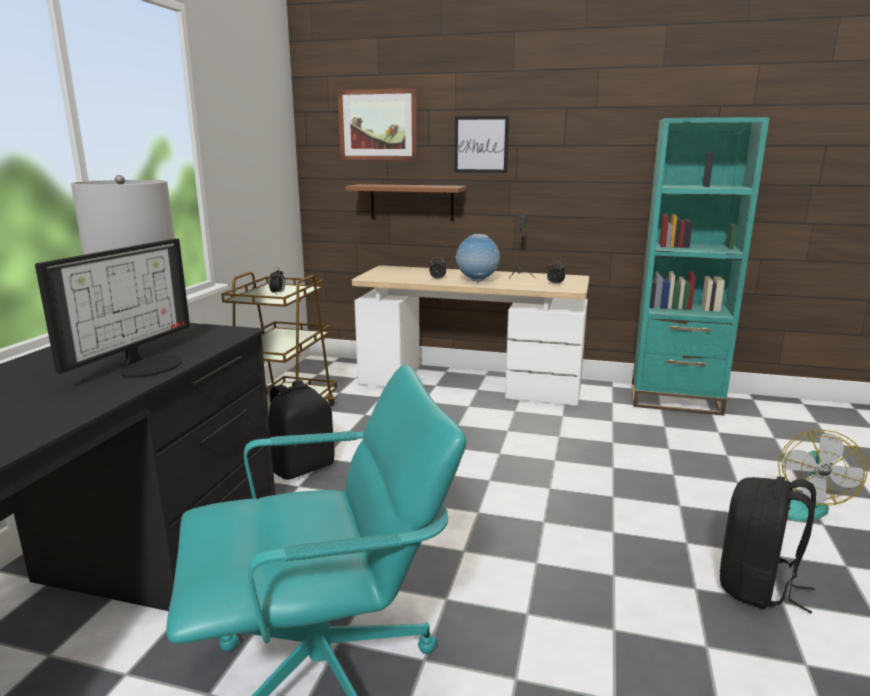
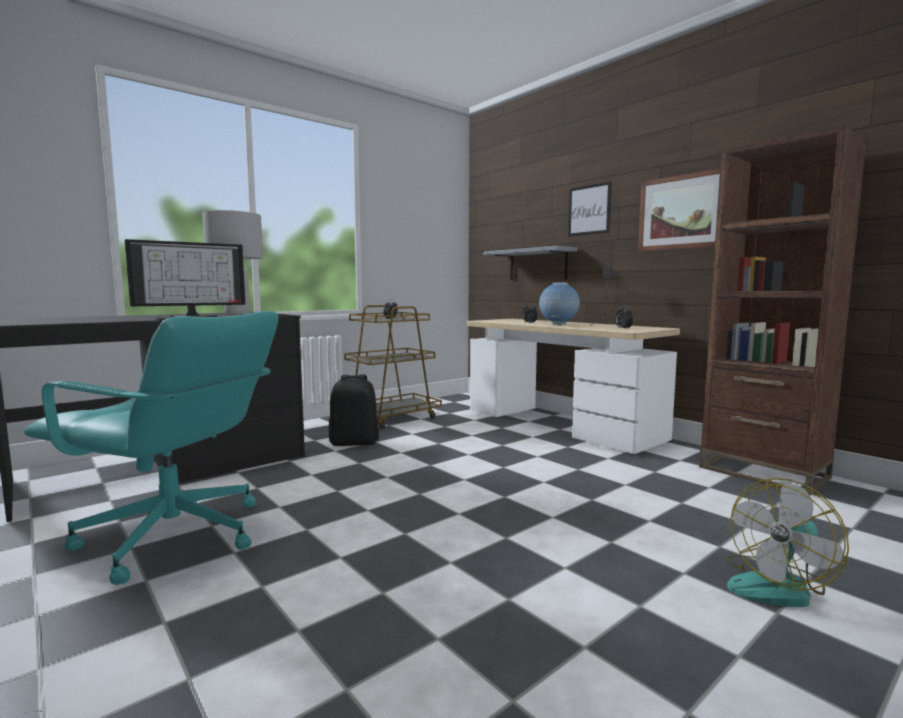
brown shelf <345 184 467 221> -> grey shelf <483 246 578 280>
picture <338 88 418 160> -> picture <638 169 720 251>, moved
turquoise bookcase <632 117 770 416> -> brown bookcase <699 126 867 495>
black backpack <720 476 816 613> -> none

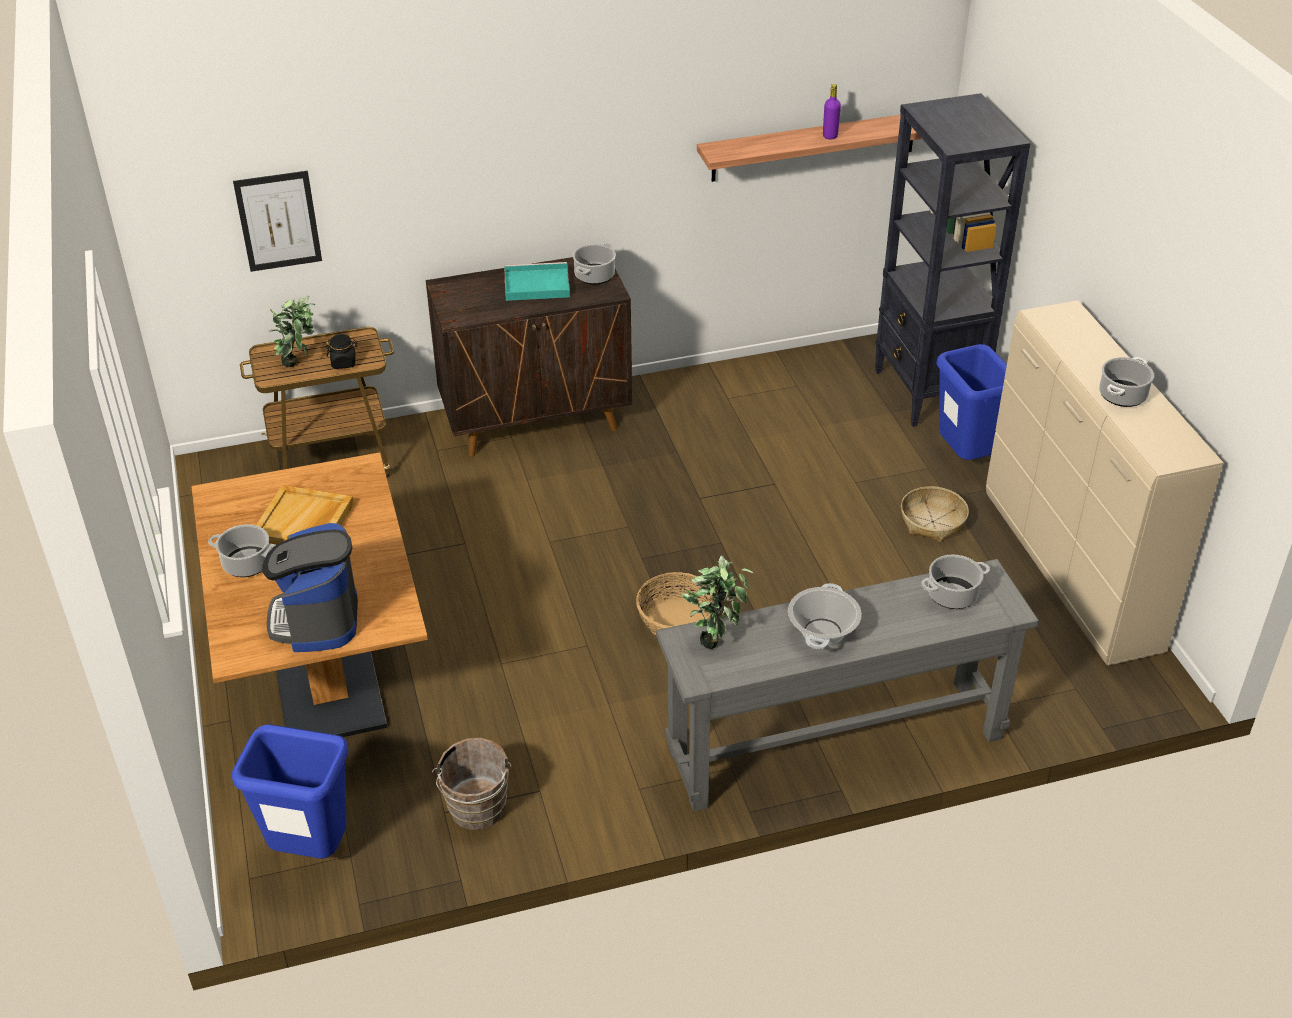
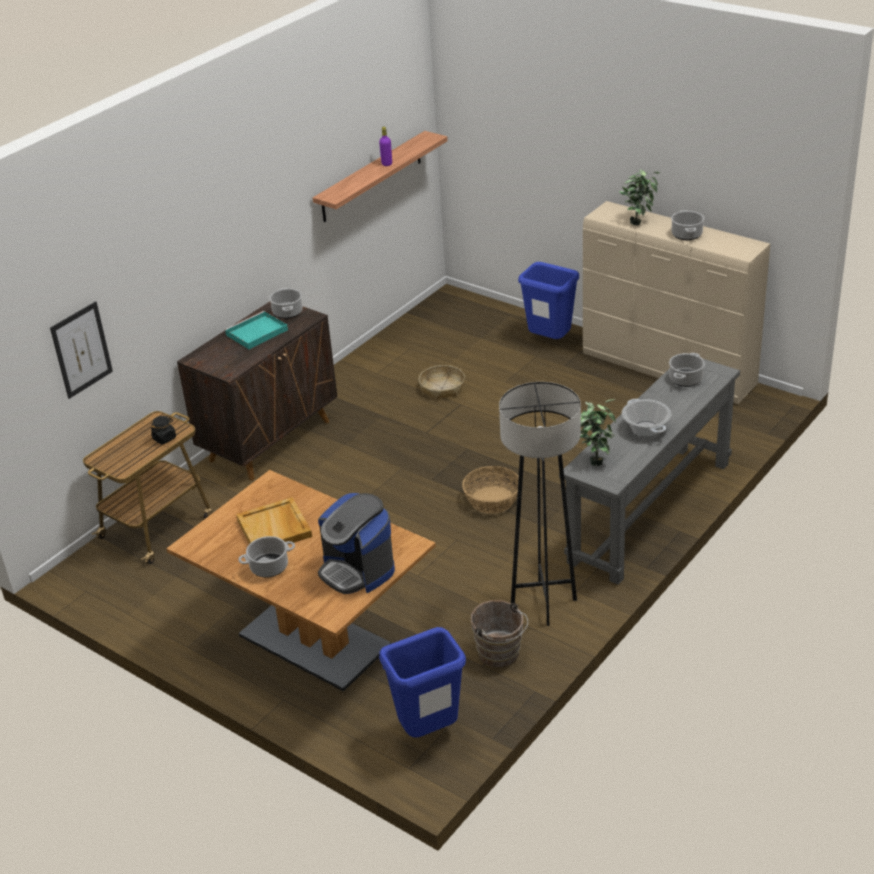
basket <901 486 969 542> -> basket <419 365 465 400>, moved
none -> grey floor lamp <499 382 581 626>
potted plant <269 296 315 367> -> potted plant <619 169 661 225>, moved
black bookcase <875 93 1031 427> -> none

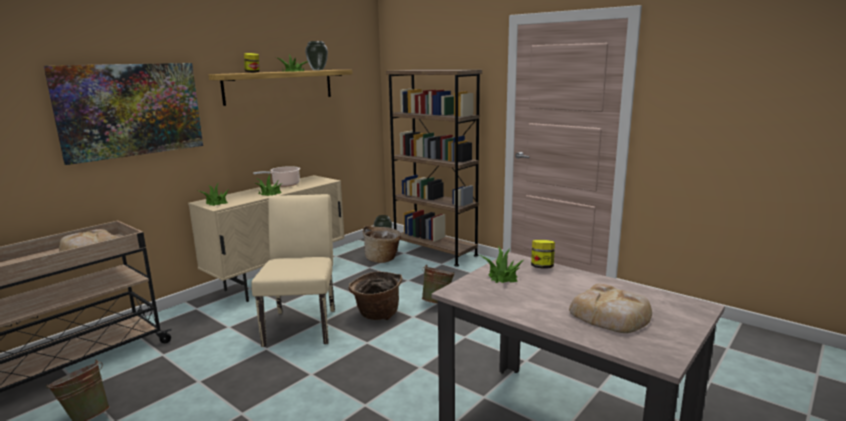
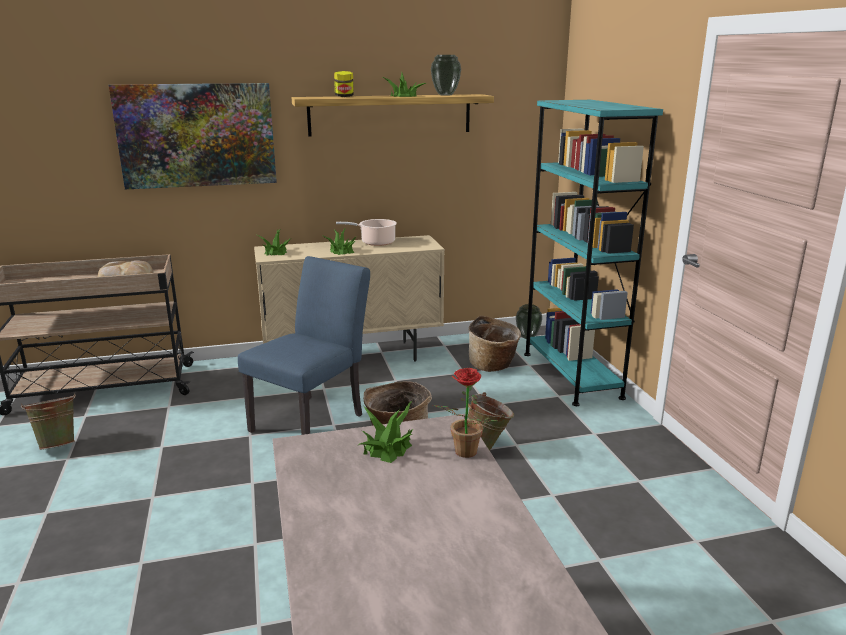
beige chair <251 194 335 347> -> blue chair <238 256 370 435>
jar <531 240 555 268> -> potted plant <433 368 497 458>
brown bookcase <386 70 482 267> -> turquoise bookcase <524 100 663 406>
bread <569 284 652 333> -> none

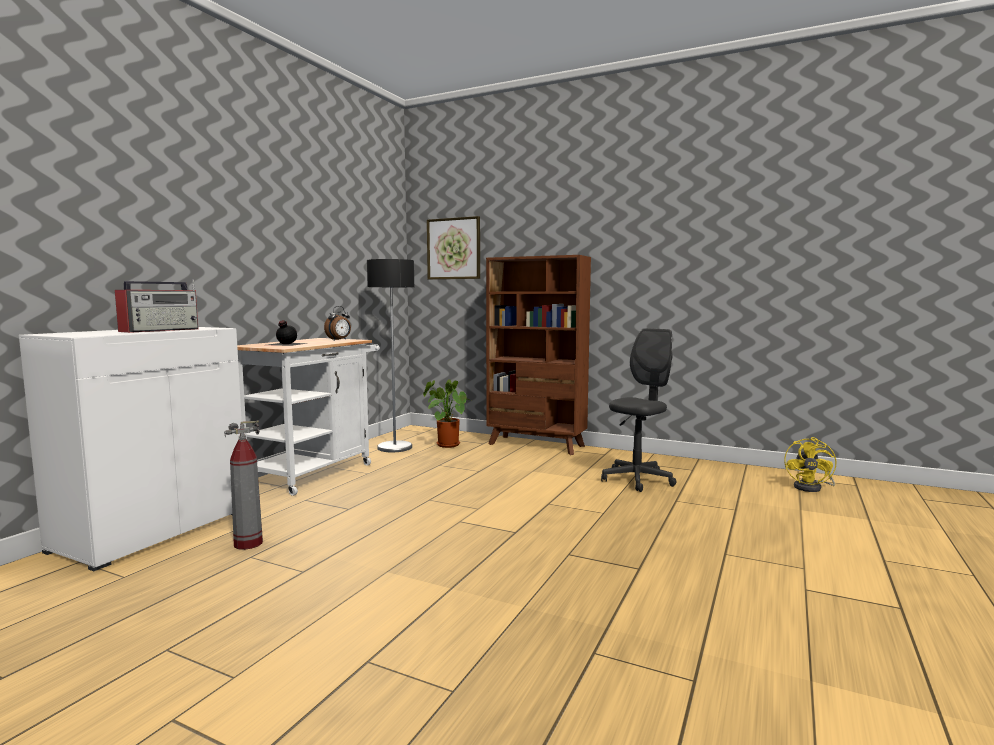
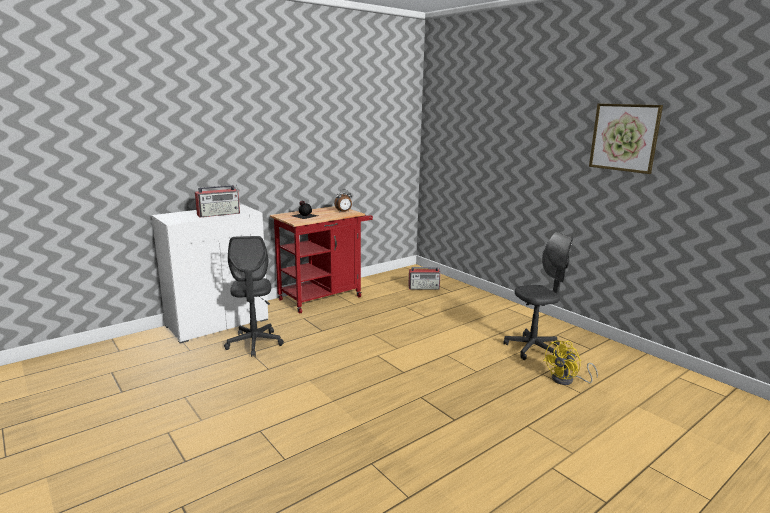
fire extinguisher <224 420 263 550> -> grey office chair <224 236 284 357>
white cart <236 338 380 496> -> red cart <270 206 373 314>
potted plant <423 379 469 448> -> radio <408 267 441 290>
yellow fan <784 437 836 492> -> yellow fan <543 341 598 385>, moved
picture <427 216 480 280> -> picture <589 104 663 174>, moved
floor lamp <367 259 414 452> -> none
brown bookcase <486 255 591 455> -> none

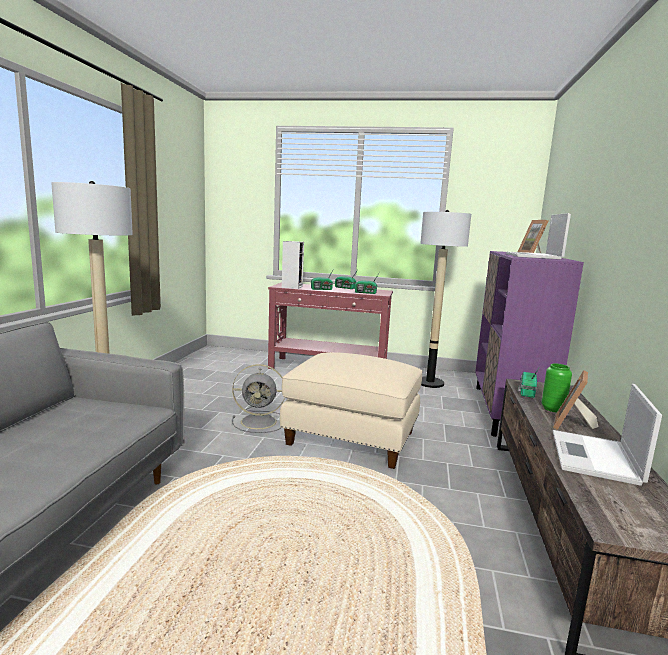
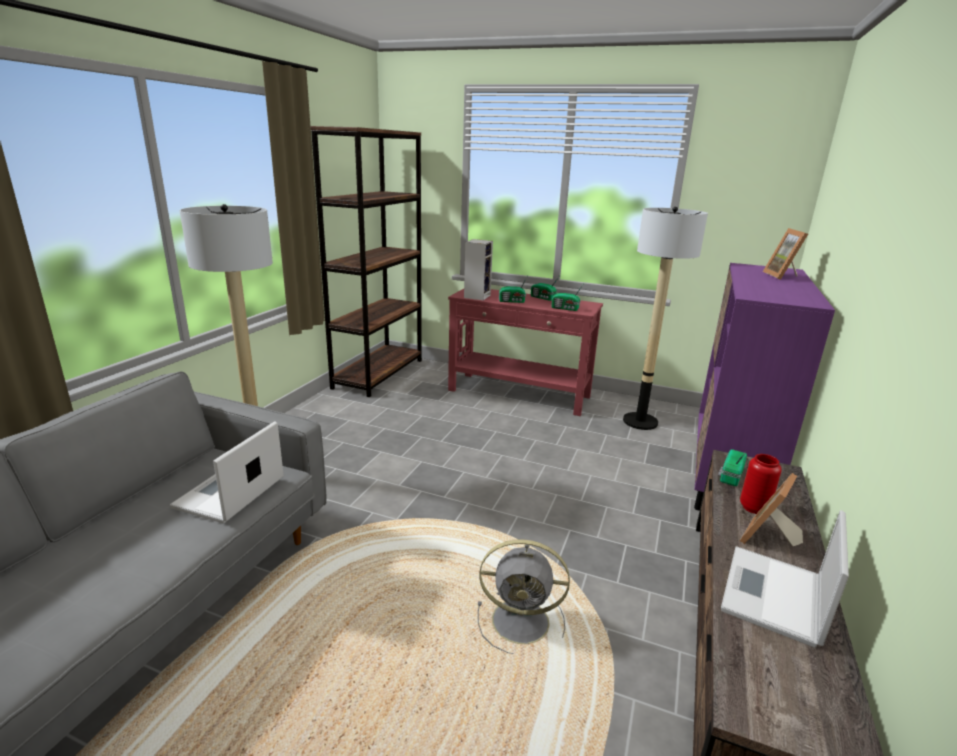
laptop <506 213 571 259> -> laptop <170 421 284 524>, moved
none -> brown bookcase <311 126 422 397>
grey fan <232 364 285 433> -> grey fan <478 539 570 654>, moved
green vase <542 363 572 412> -> red vase <740 454 782 514>
beige ottoman <280 352 423 469> -> none

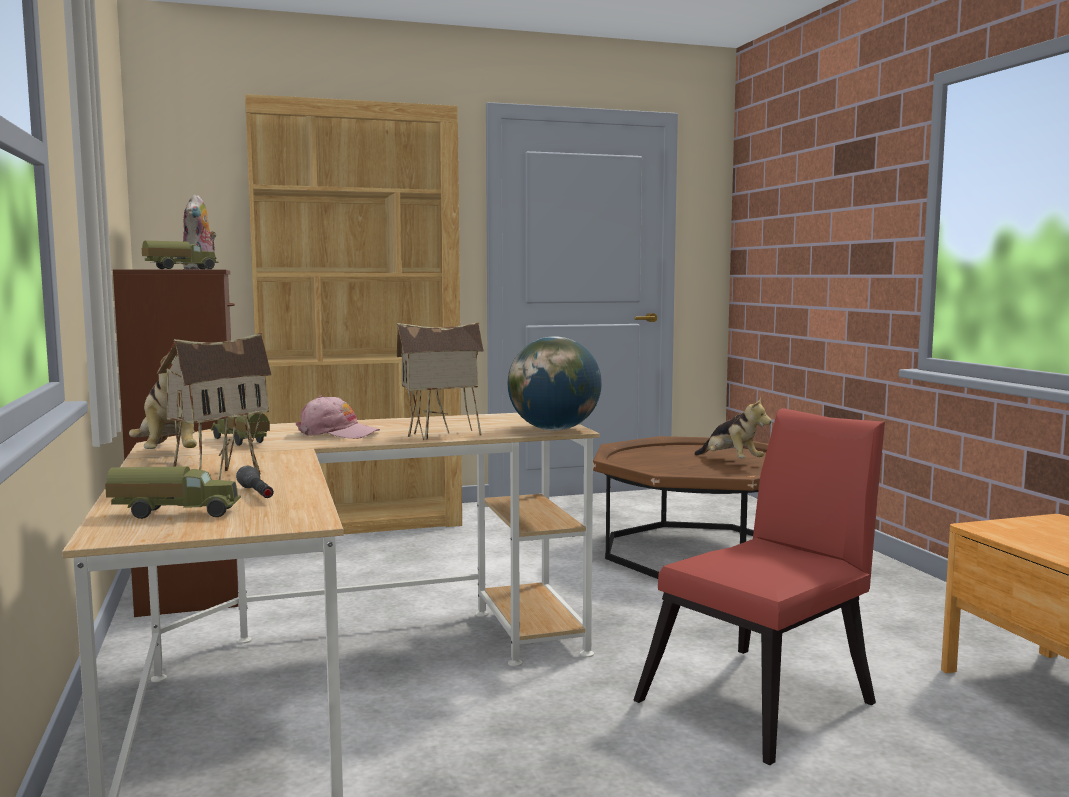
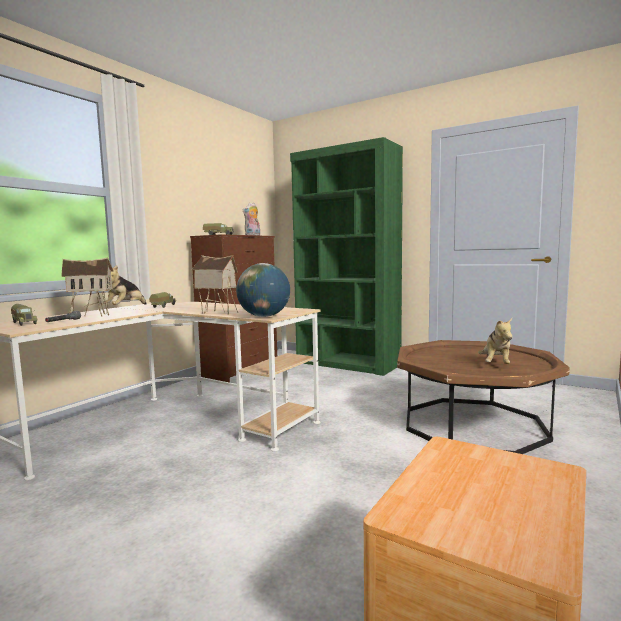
brown bookcase <245 94 462 534> -> green bookcase <290 137 403 376>
pink cap <296 395 380 439> -> none
red chair <633 408 885 765> -> none

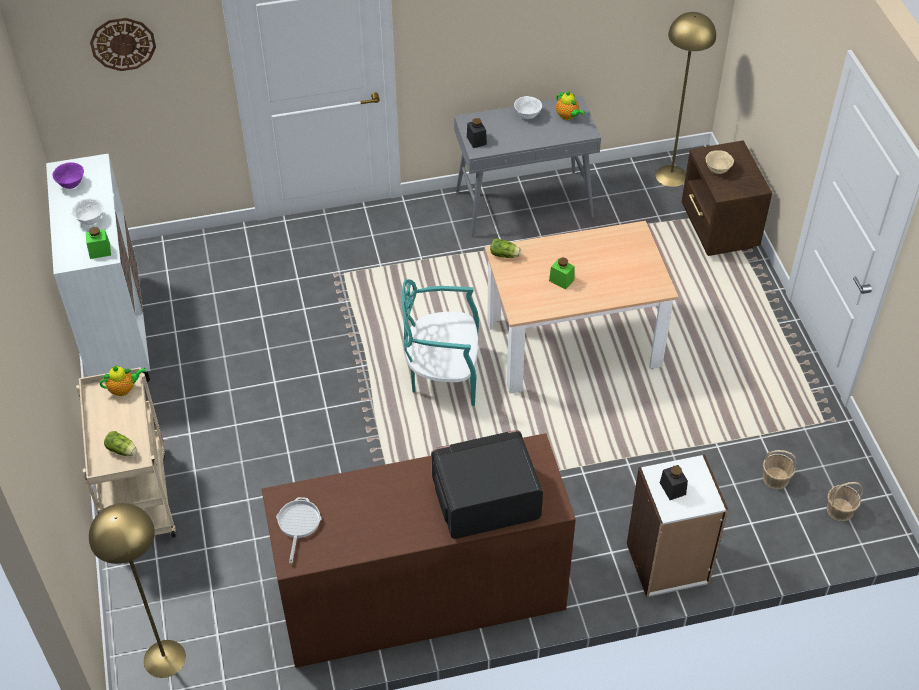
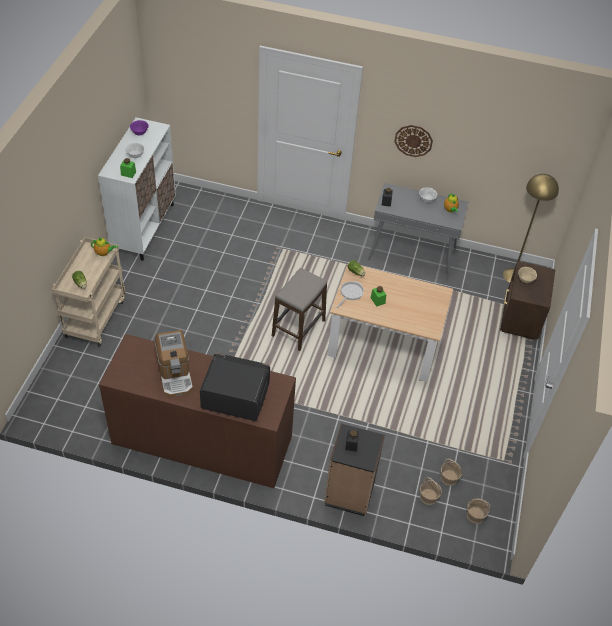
none -> coffee machine <155 330 193 397>
turquoise chair <402 279 479 406> -> stool <272 268 327 351>
white bookcase <627 454 728 598> -> black bookcase <324 423 385 517>
frying pan <276 497 321 563> -> frying pan <337 281 364 308>, moved
wall clock <90 18 156 71> -> wall clock <394 125 433 157>, moved
none -> basket <420 477 442 505>
yellow floor lamp <89 503 186 678> -> none

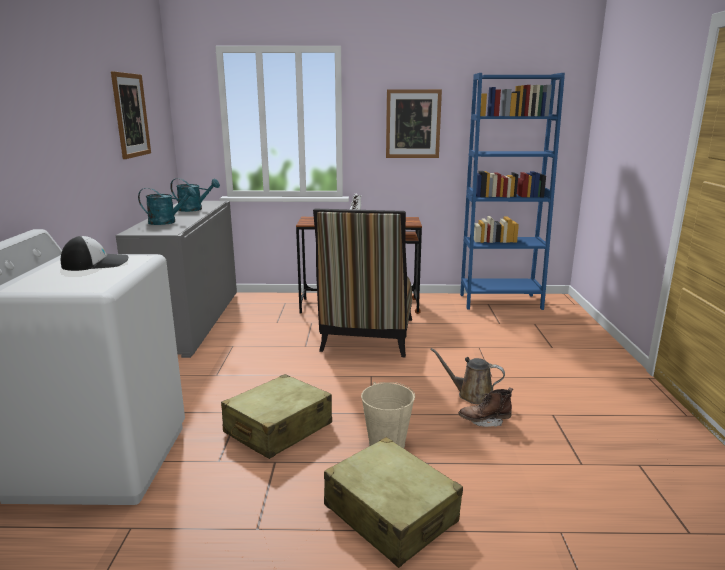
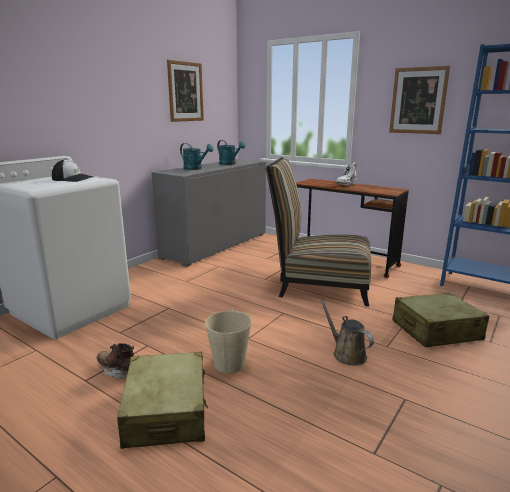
brown boot <458 387 513 427> -> brown boot <96 343 134 379>, moved
chair <313 209 412 357> -> chair <266 157 371 306>, 60 degrees clockwise
beige suitcase <221 374 332 459> -> beige suitcase <392 293 489 348>, moved

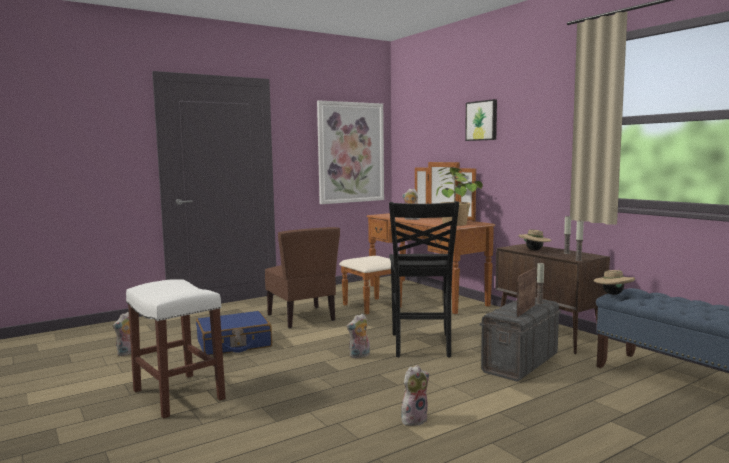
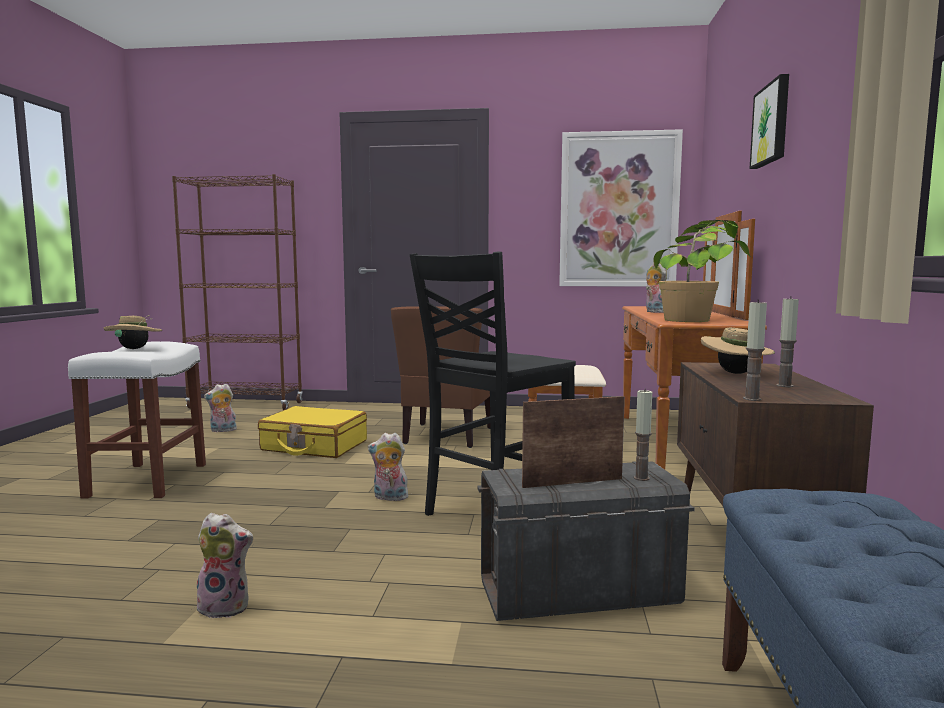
beige hat <594 268 635 295> -> beige hat <104 315 162 349>, moved
none -> brown bookcase <172 174 303 410>
blue suitcase <196 311 272 355> -> yellow suitcase <258 406 367 458>

